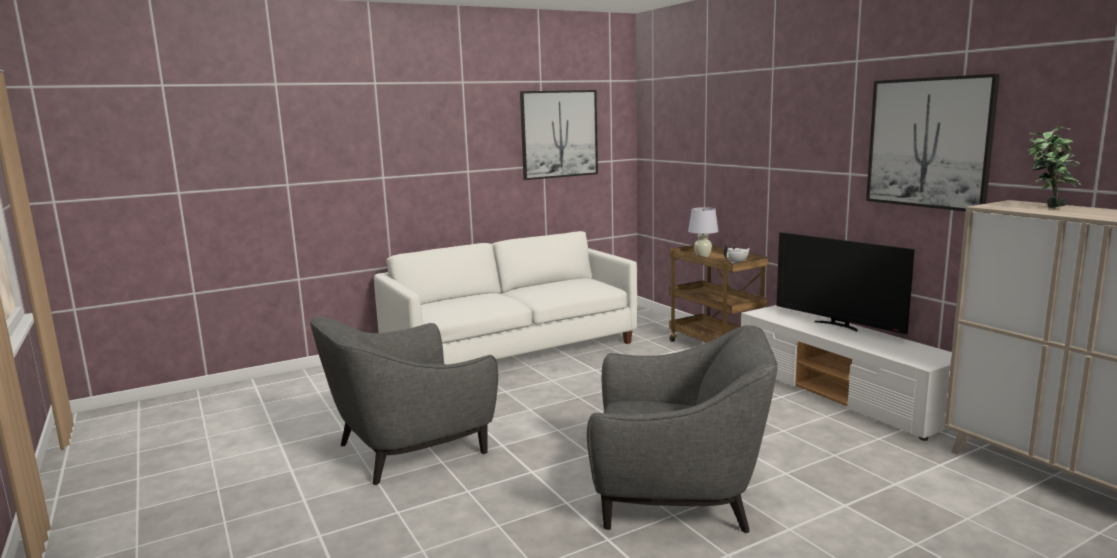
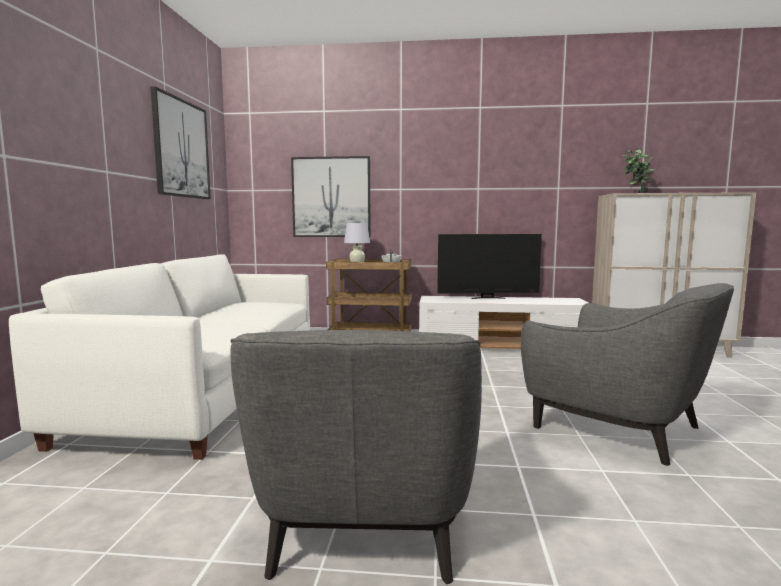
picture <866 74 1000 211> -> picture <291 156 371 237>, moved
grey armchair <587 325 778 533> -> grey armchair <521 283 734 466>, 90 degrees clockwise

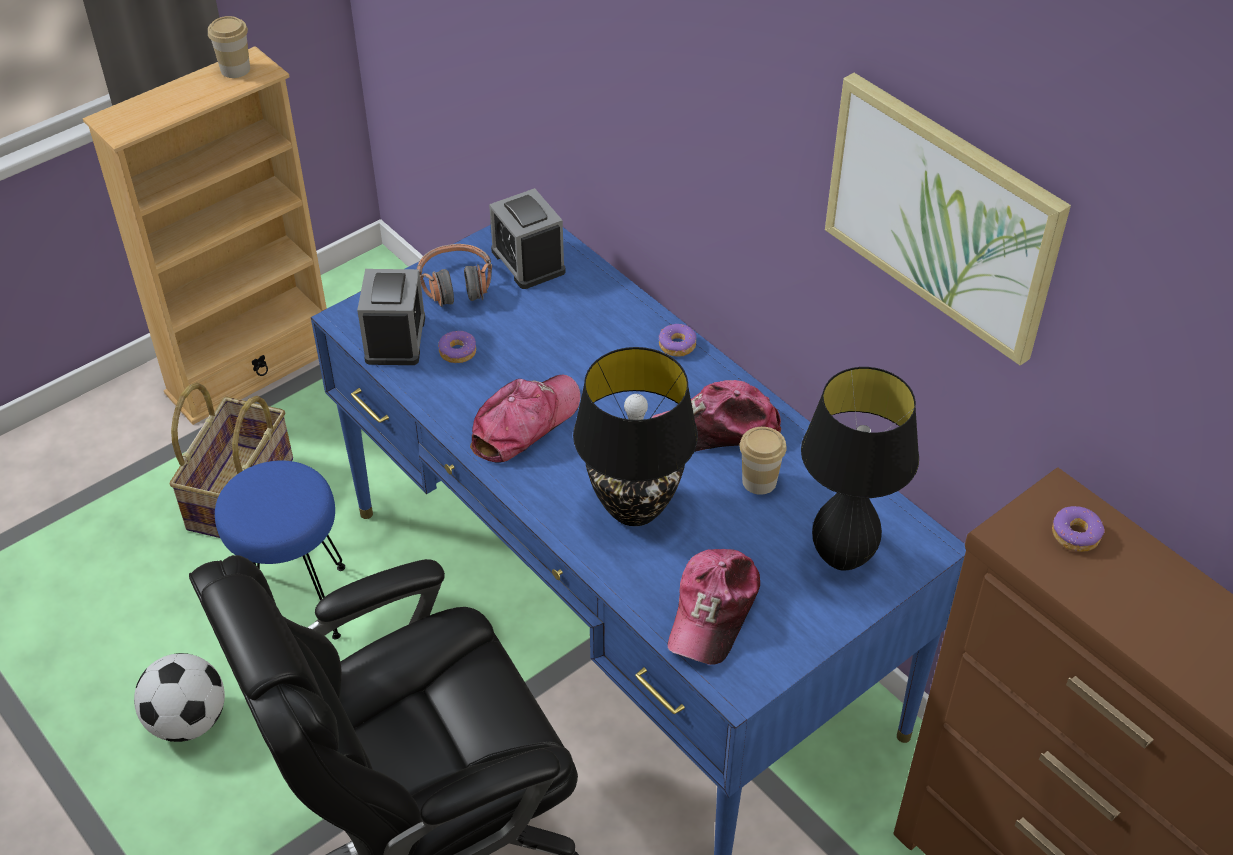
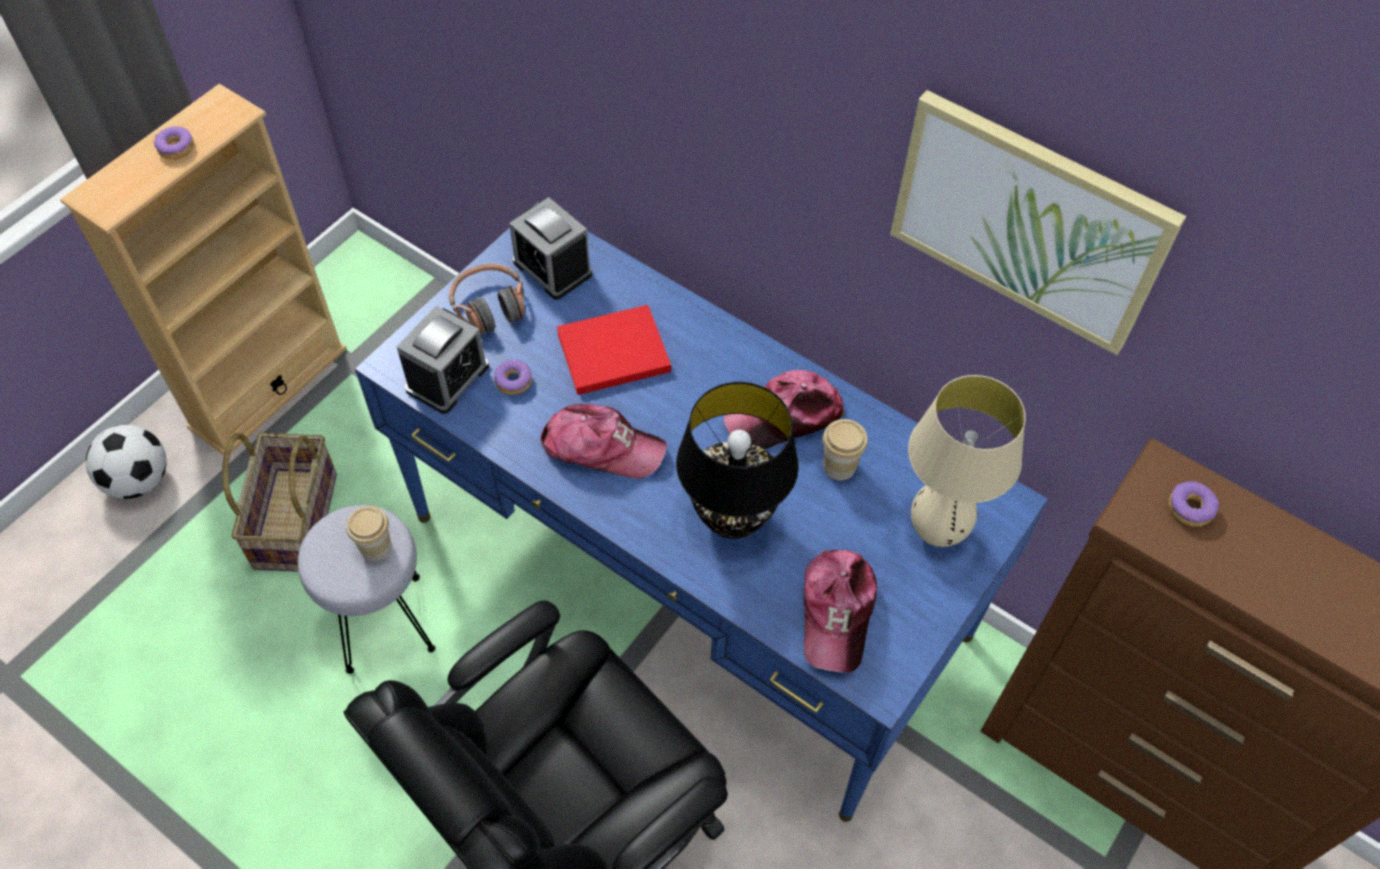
football <134 653 225 742> -> football <86 425 166 499>, moved
donut <658 324 697 357> -> donut <153 126 194 159>, moved
blue stool <215 460 345 640> -> grey stool <298 505 436 674>
cup <208 16 250 78> -> cup <346 506 392 562>, moved
alarm clock <357 269 425 365> -> alarm clock <397 306 489 414>, 45 degrees clockwise
cap <470 374 581 463> -> cap <540 404 667 478>, 75 degrees clockwise
none -> red book <557 305 671 395>
black table lamp <801 367 919 571> -> beige table lamp <908 375 1026 547>

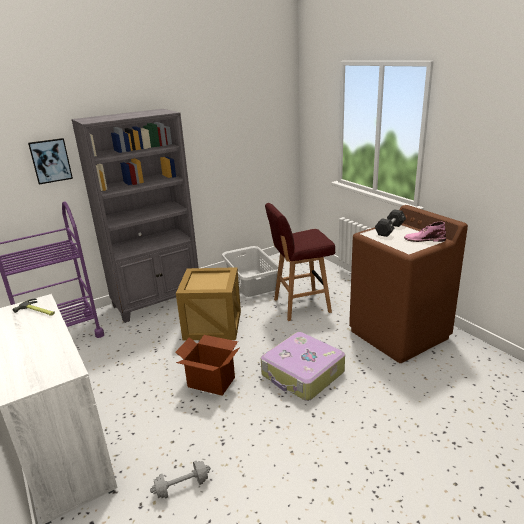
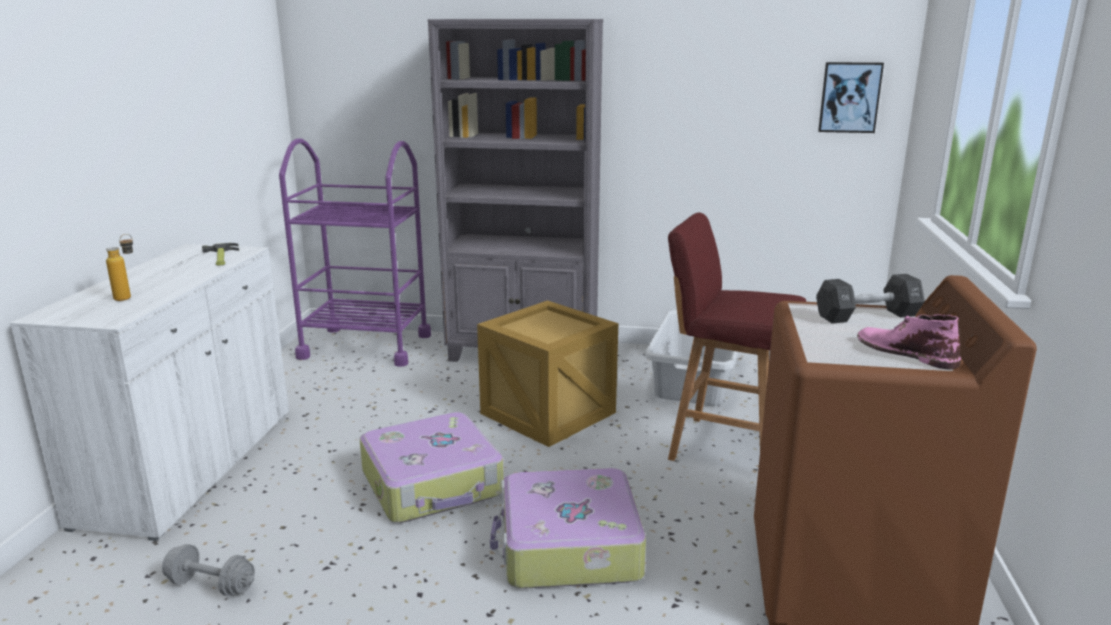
none -> bottle <106 234 133 301>
cardboard box <175 335 240 396> -> suitcase <360 412 504 523>
picture <28 138 73 184> -> picture <818 62 884 133>, moved

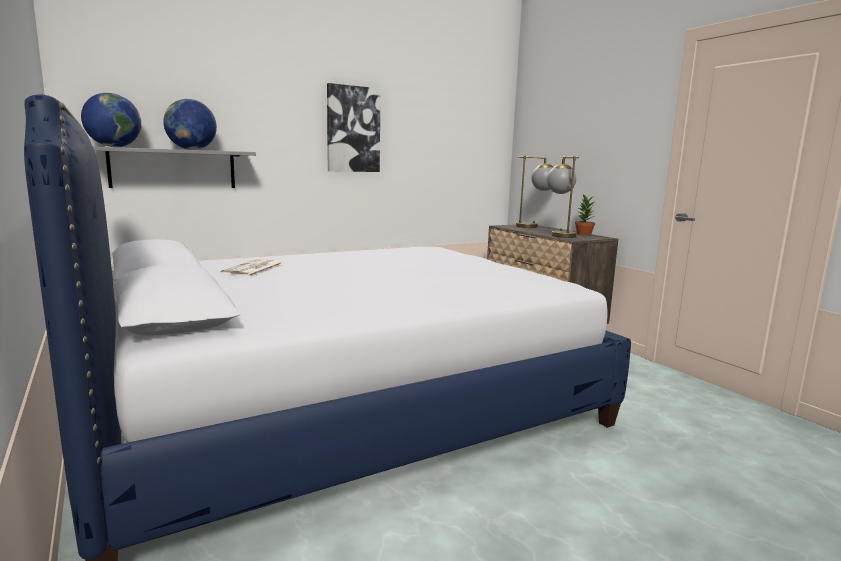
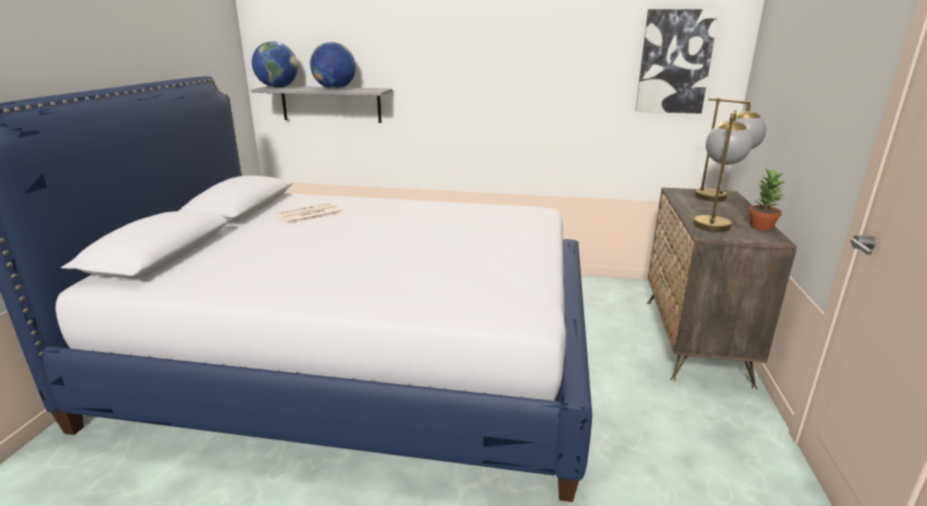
picture <327 83 381 172> -> picture <635 9 719 114>, moved

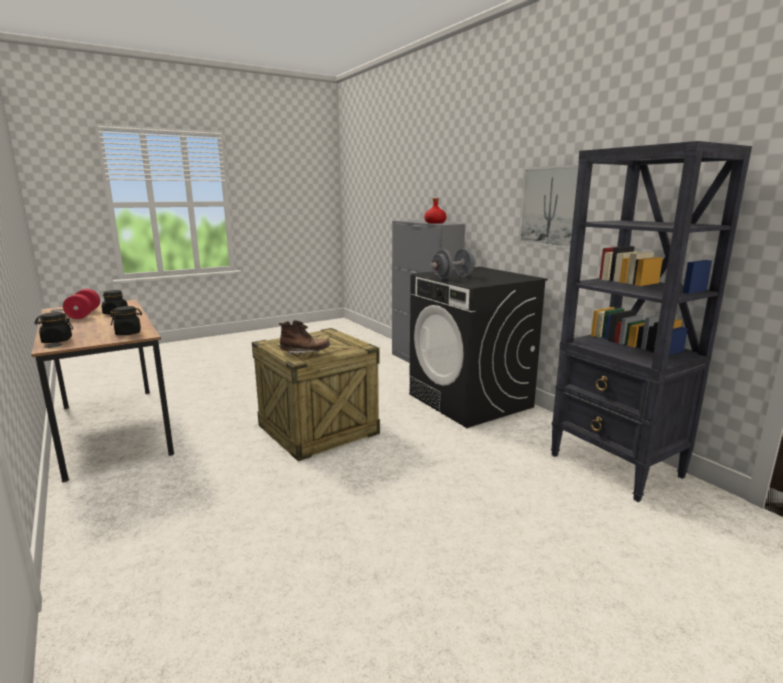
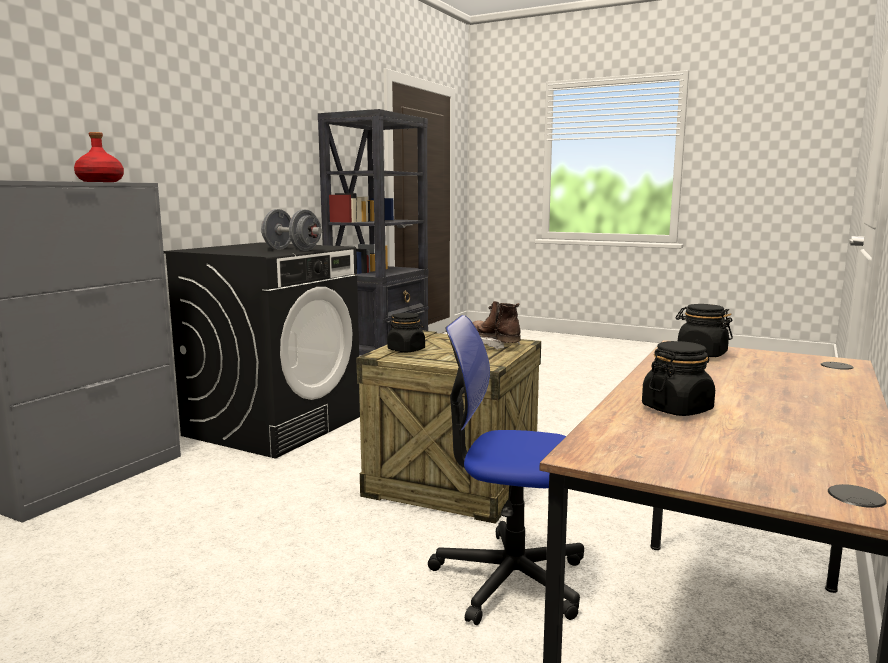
black jar <34 312 73 343> -> black jar <387 313 425 352>, moved
none -> office chair <428 315 584 625>
red dumbbell <63 289 100 319> -> none
picture <518 166 578 249> -> none

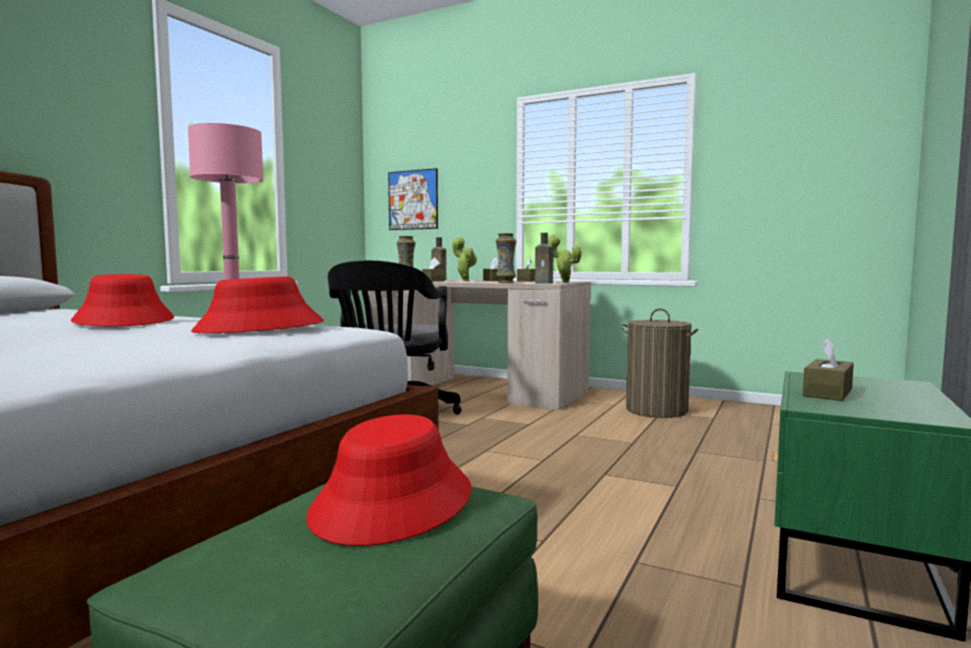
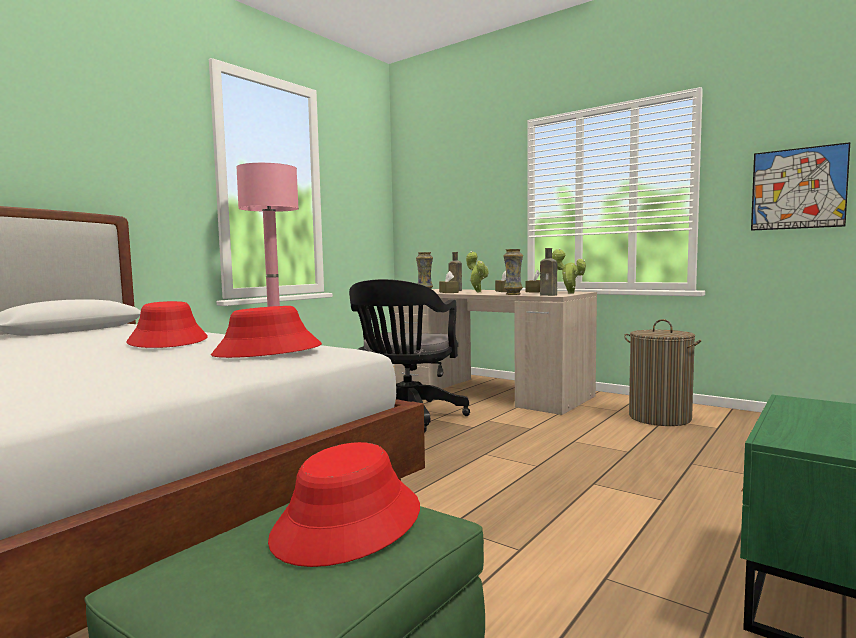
picture <388 168 438 230> -> picture <751 142 850 231>, moved
brown tissue box <803 337 854 401> -> none

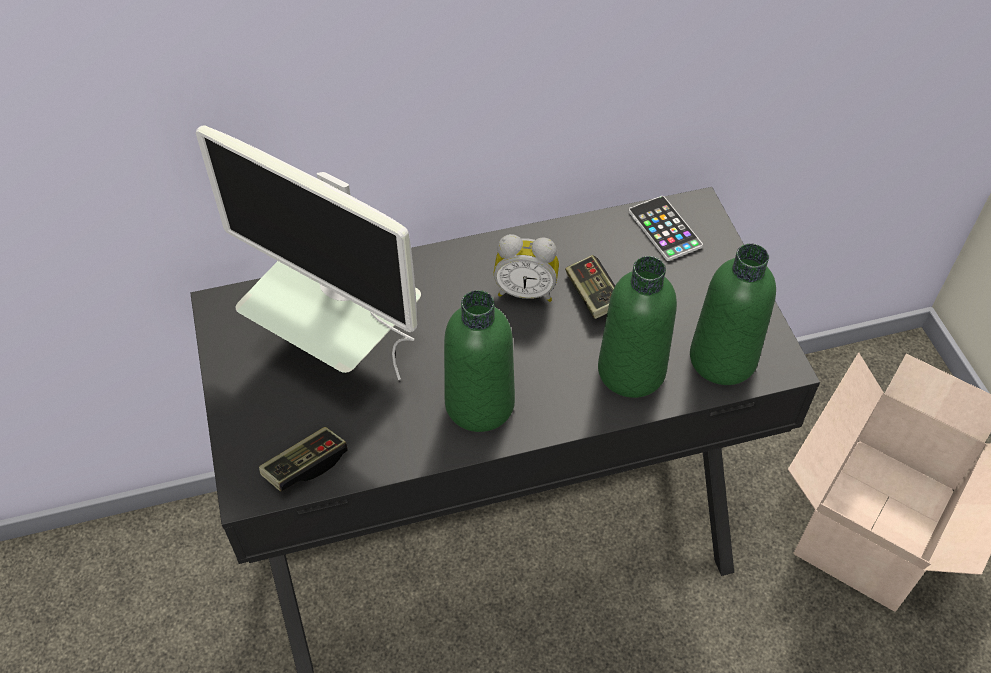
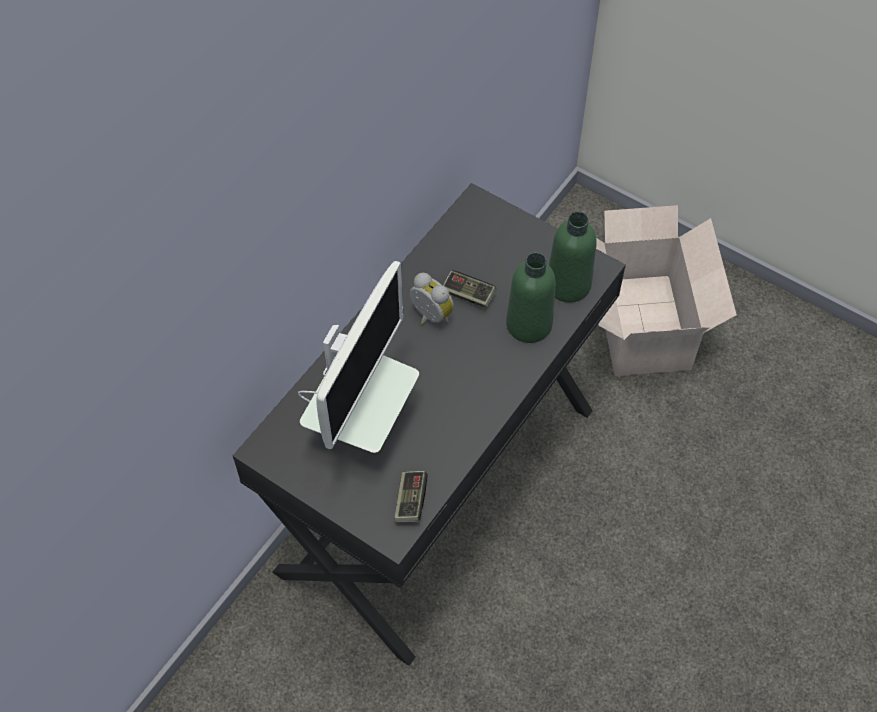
monitor <196 126 421 380> -> monitor <298 261 419 453>, 60 degrees counterclockwise
alarm clock <494 234 559 302> -> alarm clock <410 273 454 325>, 105 degrees counterclockwise
green bottle <444 290 515 432> -> none
phone <629 196 703 261> -> none

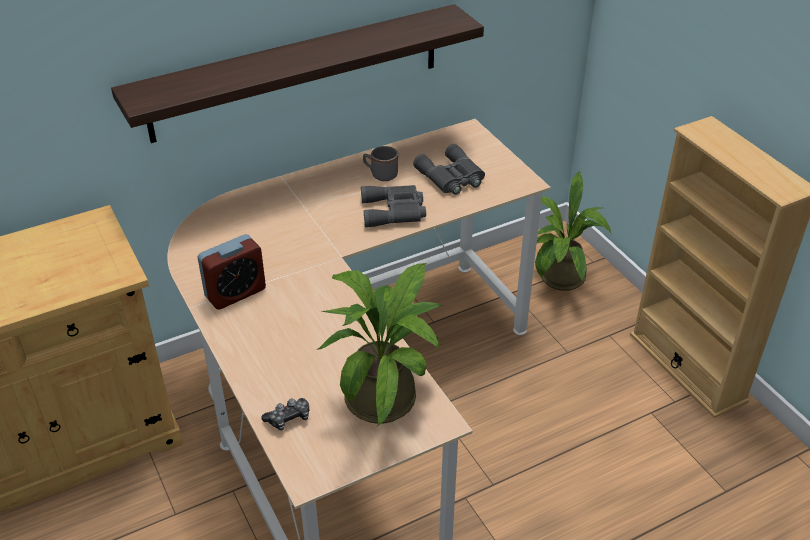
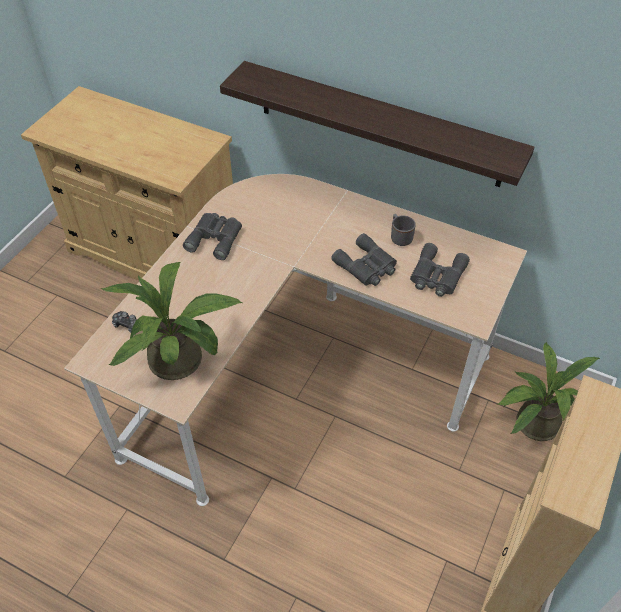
alarm clock <198 234 266 310> -> grey binoculars <183 213 242 260>

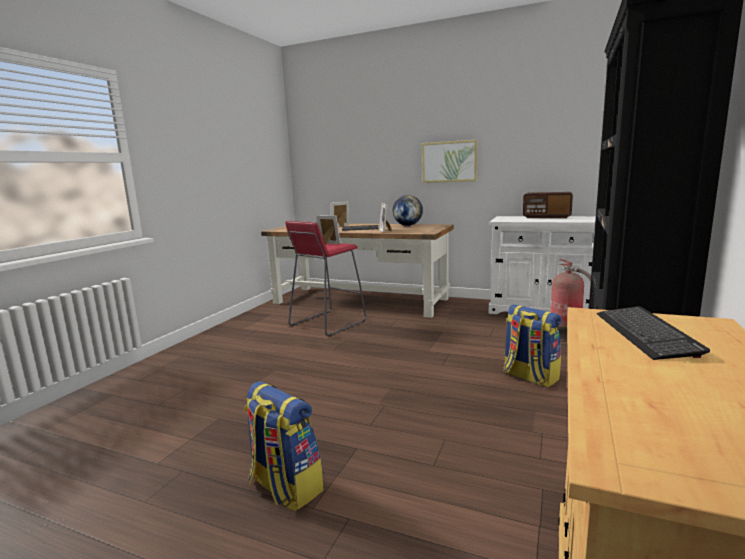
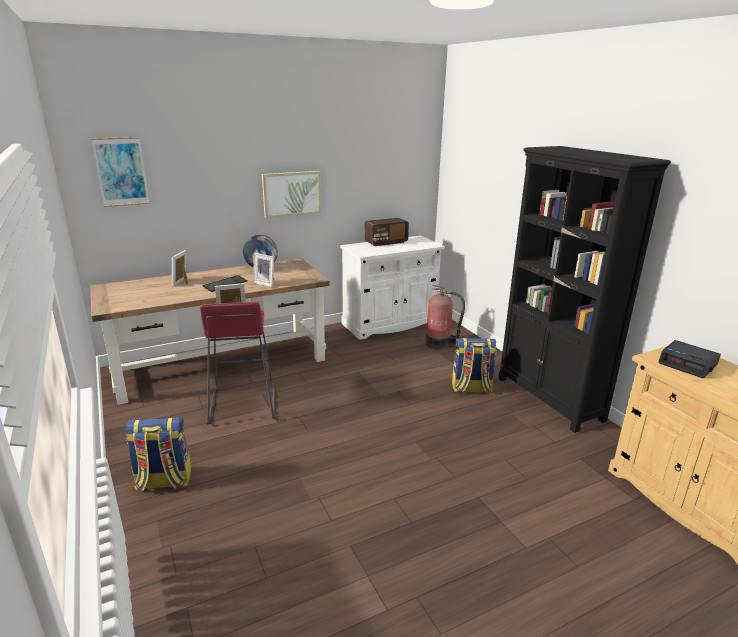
none -> picture <91 137 150 207>
backpack <244 381 324 511> -> backpack <126 417 191 491>, moved
keyboard <597 306 710 360> -> alarm clock <658 340 721 378>

